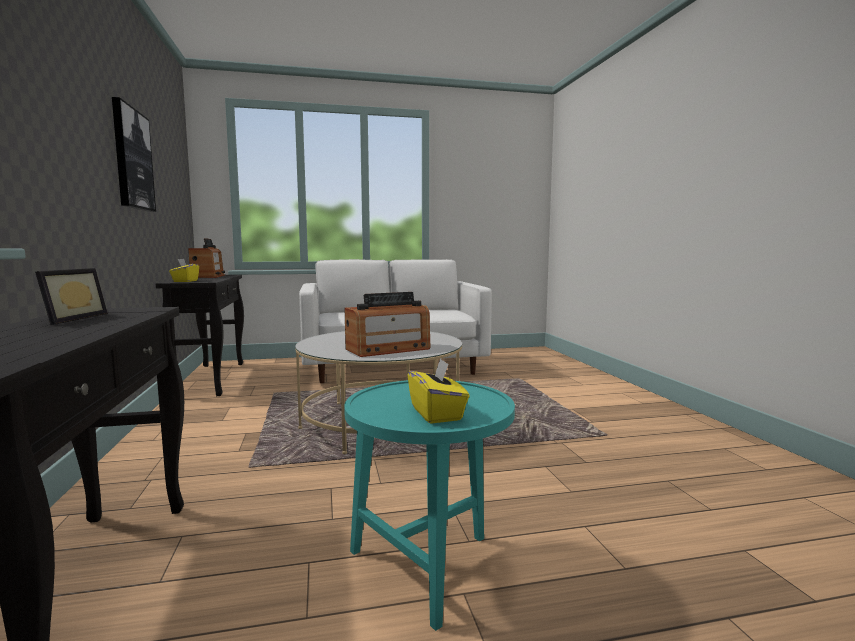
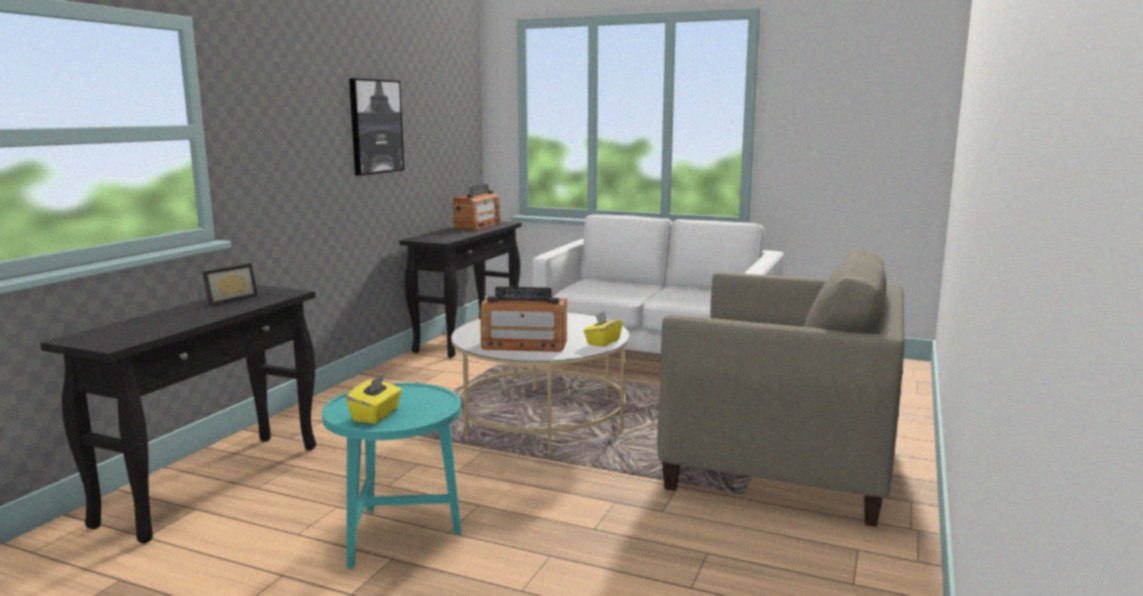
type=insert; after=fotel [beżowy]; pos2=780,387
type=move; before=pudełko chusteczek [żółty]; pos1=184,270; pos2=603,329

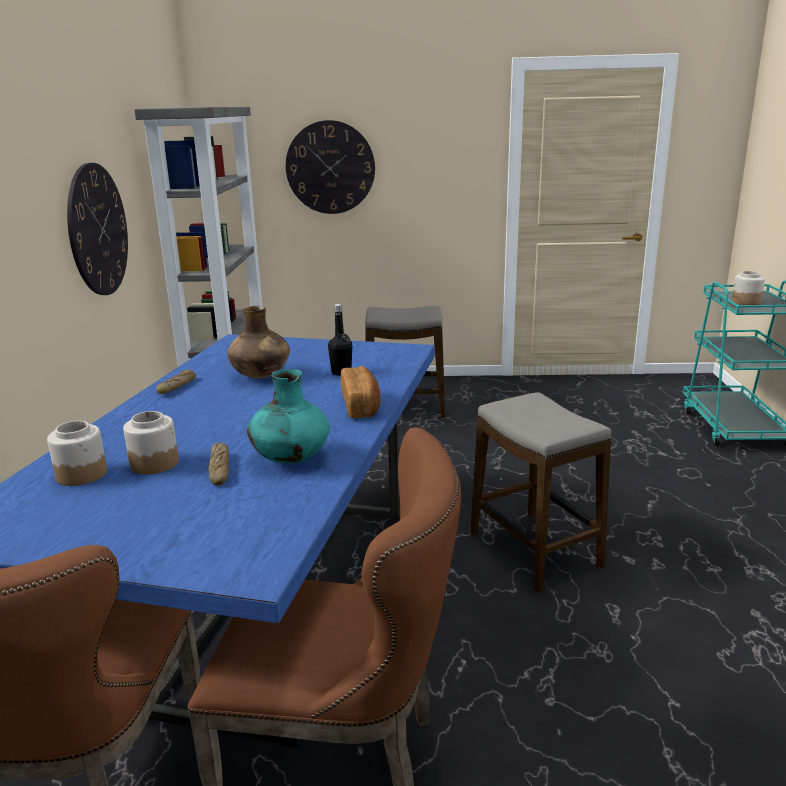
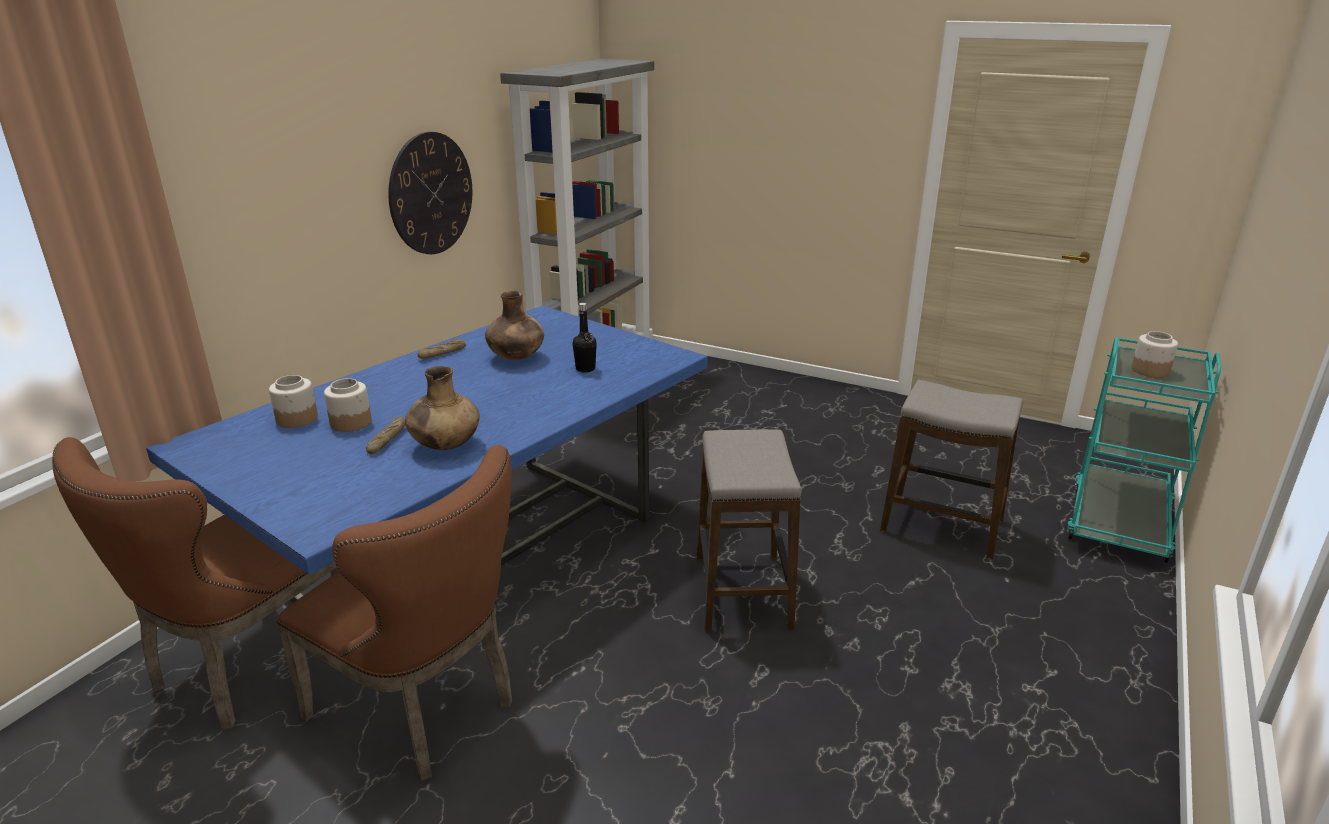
type=delete; before=zegar ścienny; pos1=330,167
type=delete; before=chleb; pos1=361,392
type=move; before=stołek; pos1=405,362; pos2=951,469
type=recolor; before=wazon [turkusowy]; after=wazon [brązowy]; pos1=288,416; pos2=442,408

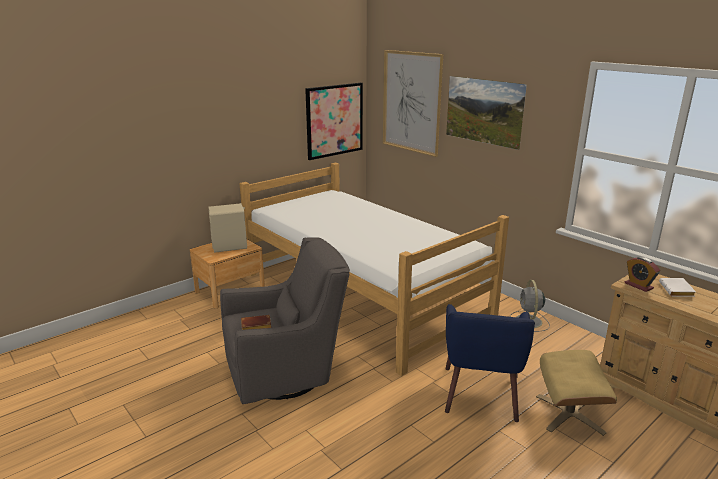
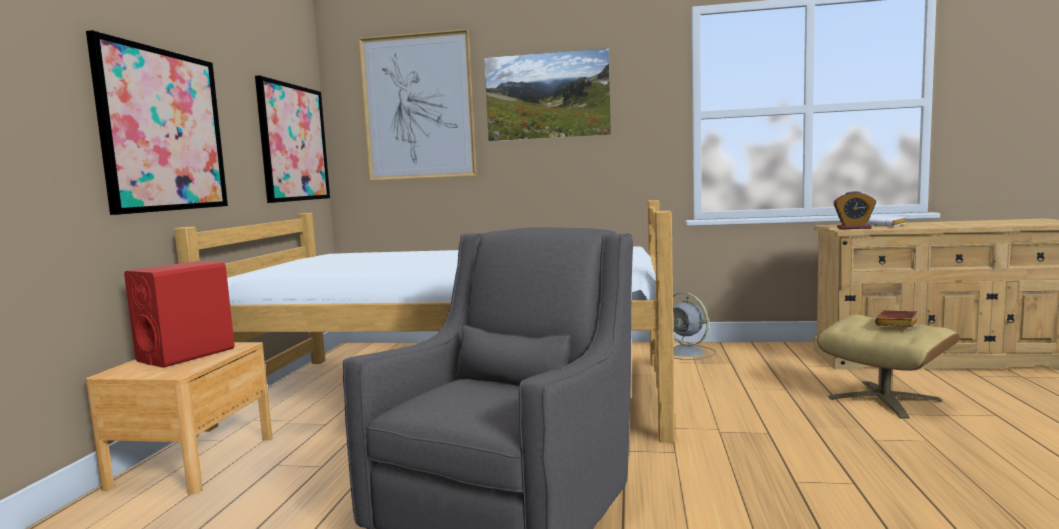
type=delete; before=fotel [niebieski]; pos1=490,363
type=insert; after=obraz; pos2=157,122
type=move; before=książka [brązowy]; pos1=256,322; pos2=896,318
type=recolor; before=głośnik [beżowy]; after=głośnik [czerwony]; pos1=228,228; pos2=179,314

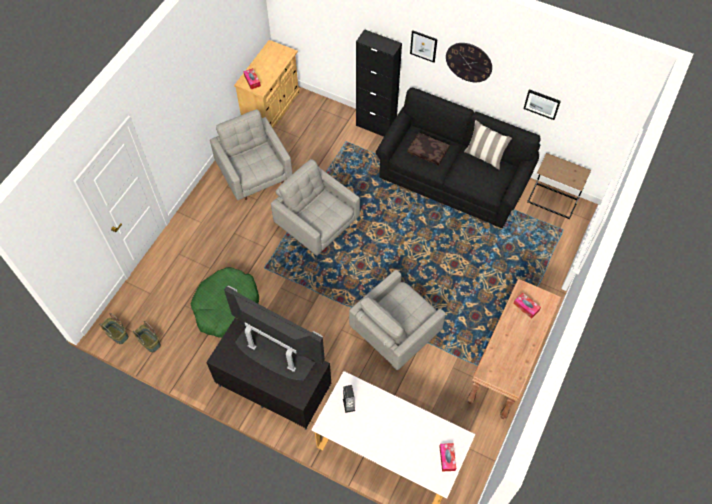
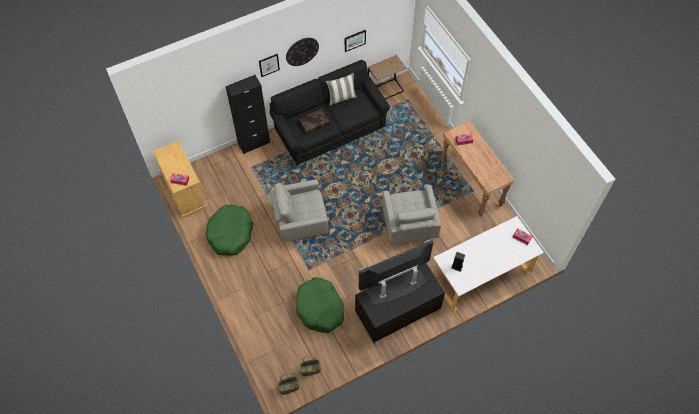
type=replace; before=fotel [szary]; after=legowisko [zielony]; pos1=251,154; pos2=229,230

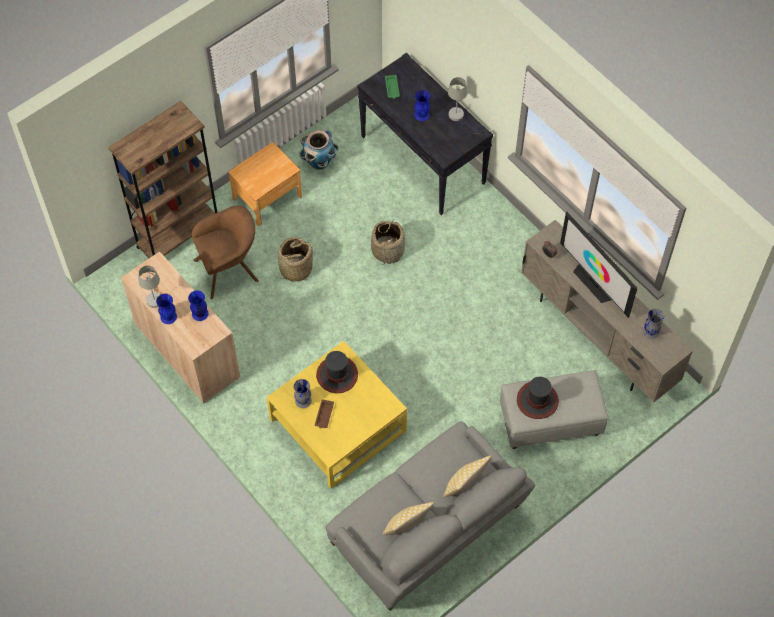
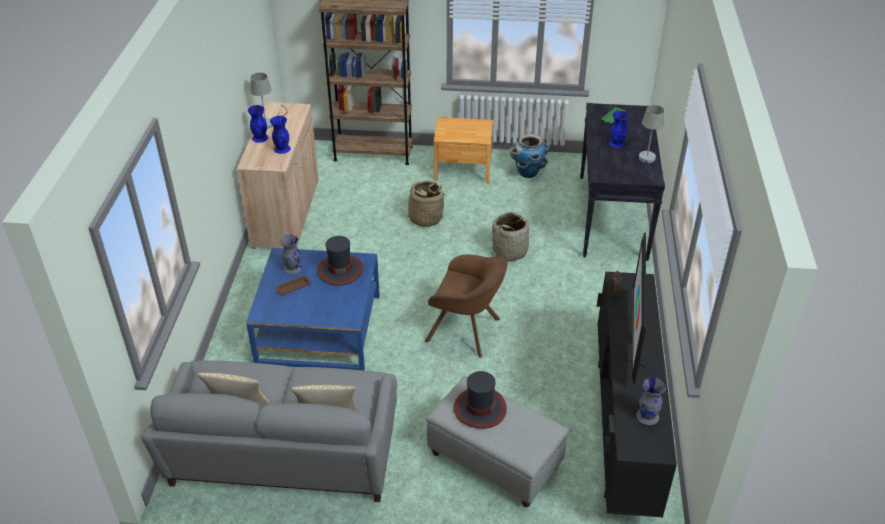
type=move; before=fotel [brązowy]; pos1=225,252; pos2=466,306
type=recolor; before=ława [żółty]; after=ława [niebieski]; pos1=337,415; pos2=313,309
type=recolor; before=szafka pod telewizor [beżowy]; after=szafka pod telewizor [czarny]; pos1=607,311; pos2=637,394

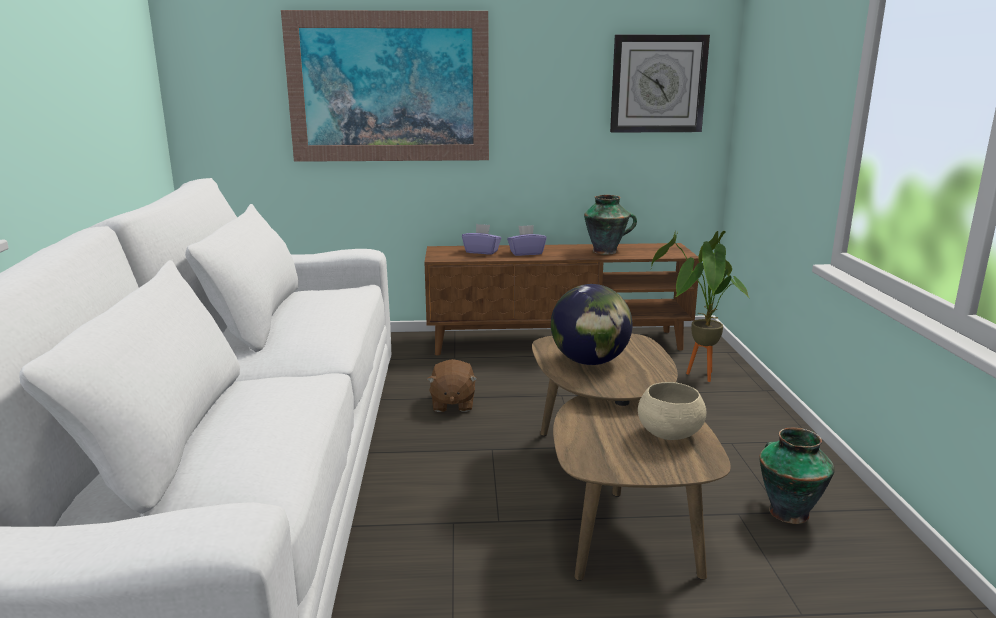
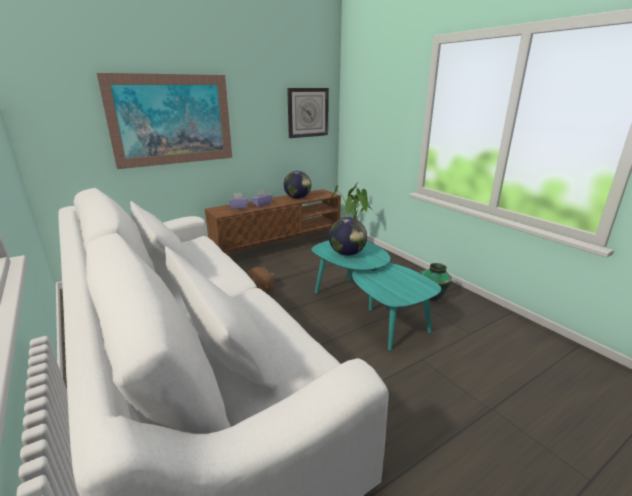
type=delete; before=miska [beżowy]; pos1=672,411
type=replace; before=wazon; after=globus; pos1=610,225; pos2=297,185
type=recolor; before=ława [brązowy]; after=ława [turkusowy]; pos1=631,457; pos2=376,295

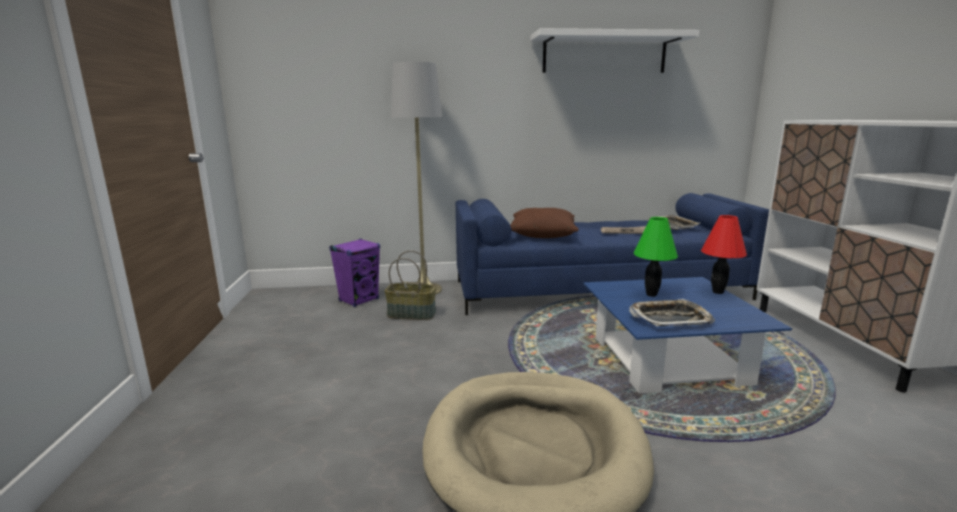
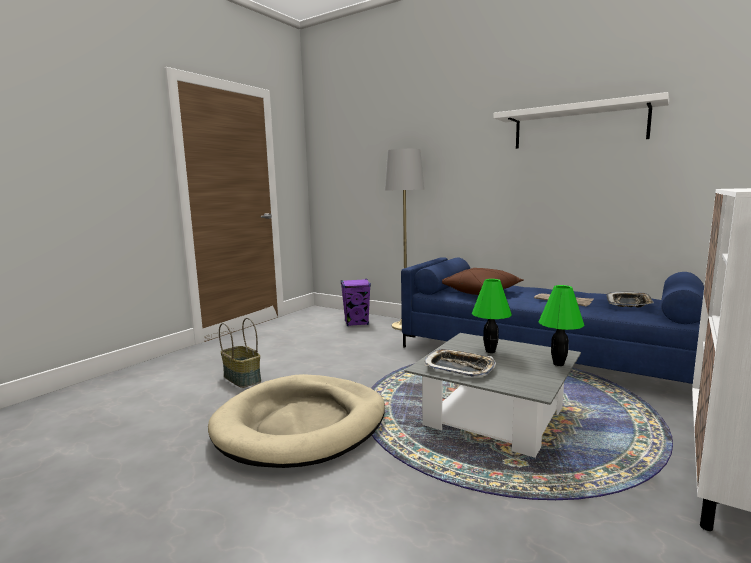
type=move; before=koszyk; pos1=410,285; pos2=240,353
type=recolor; before=ława [niebieski]; after=ława [szary]; pos1=687,335; pos2=492,395
type=recolor; before=lampa stołowa [czerwony]; after=lampa stołowa [zielony]; pos1=724,254; pos2=561,325

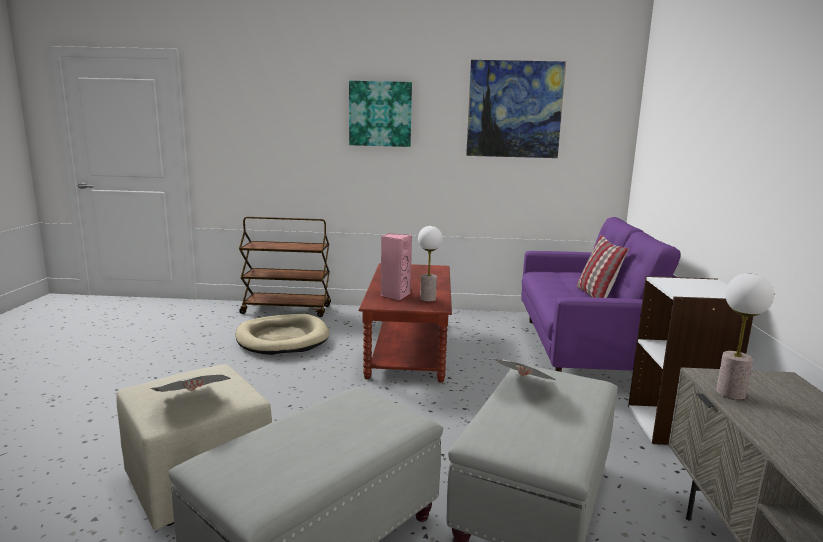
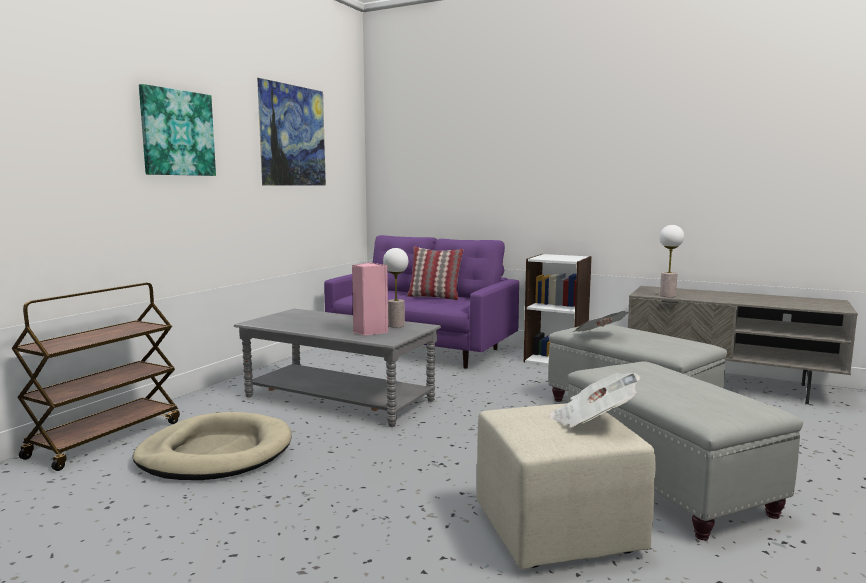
type=recolor; before=ława [brązowy]; after=ława [szary]; pos1=405,323; pos2=337,368

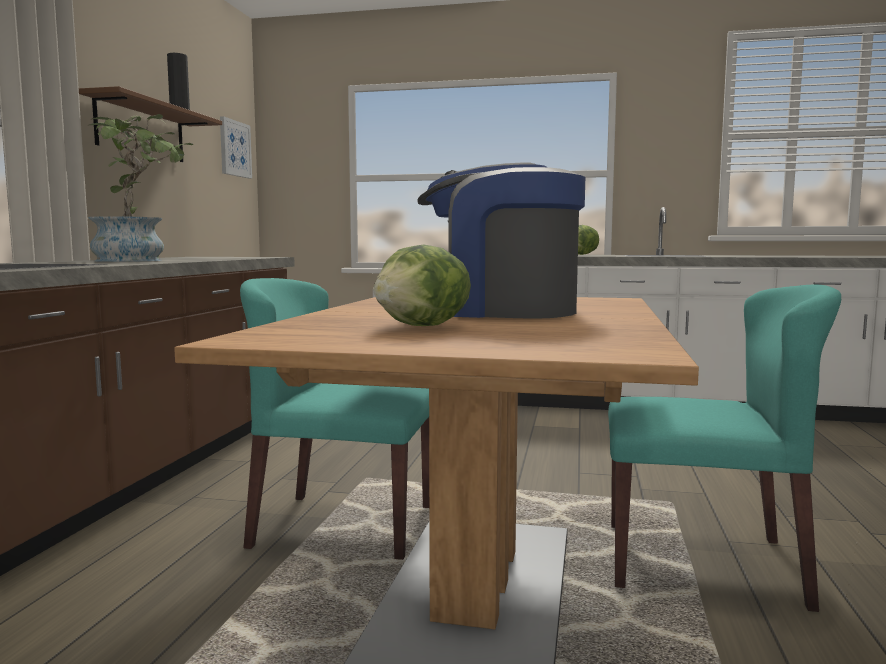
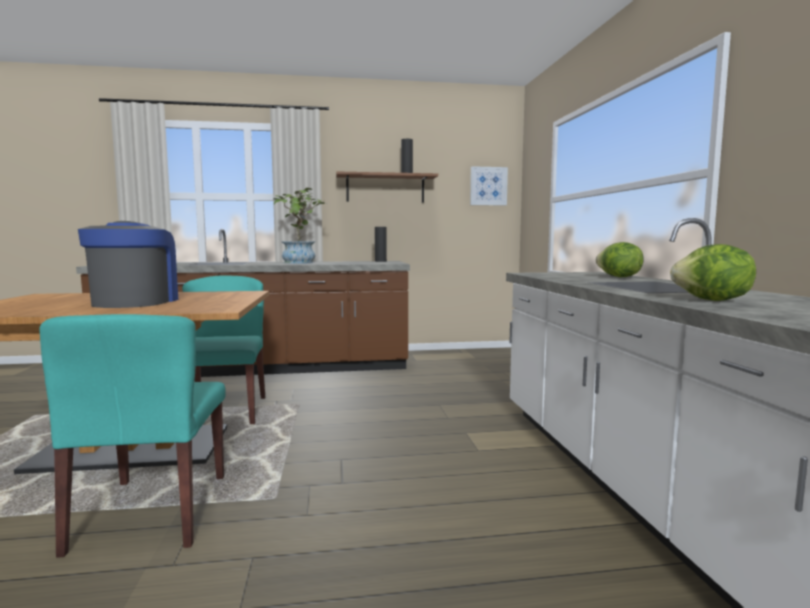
type=insert; after=wazon [czarny]; pos2=381,244
type=move; before=sałata; pos1=422,285; pos2=713,272

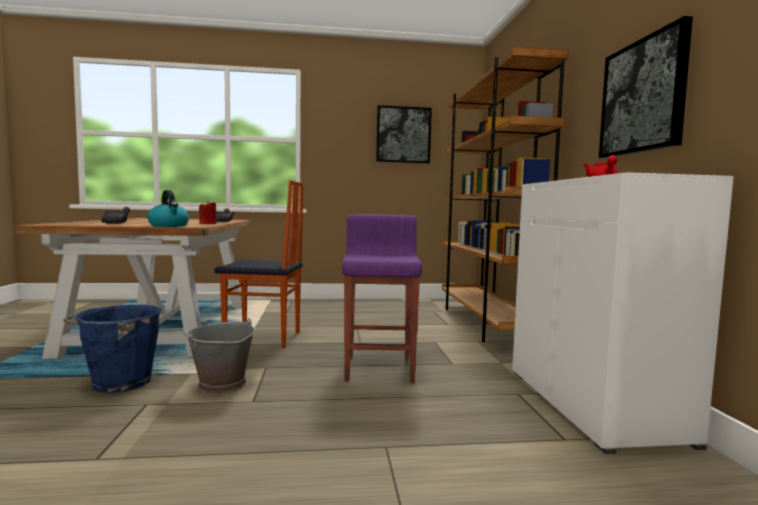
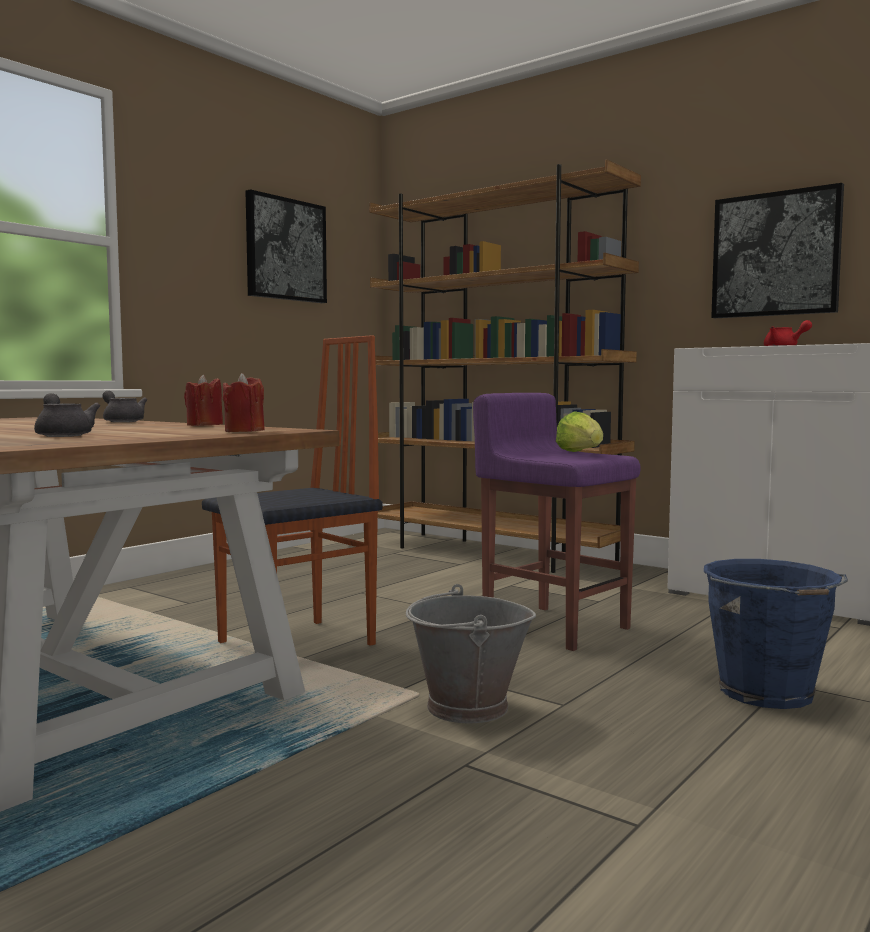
type=insert; after=sałata; pos2=579,431
type=move; before=wiadro [niebieski]; pos1=112,349; pos2=776,634
type=replace; before=czajnik; after=świeca [czerwony]; pos1=168,208; pos2=244,402

